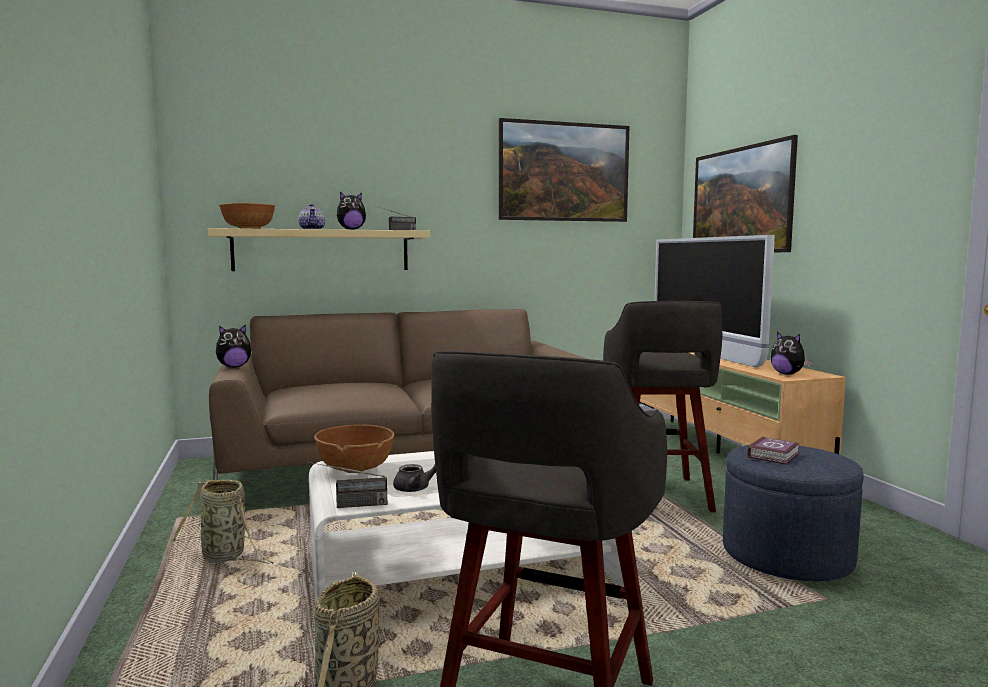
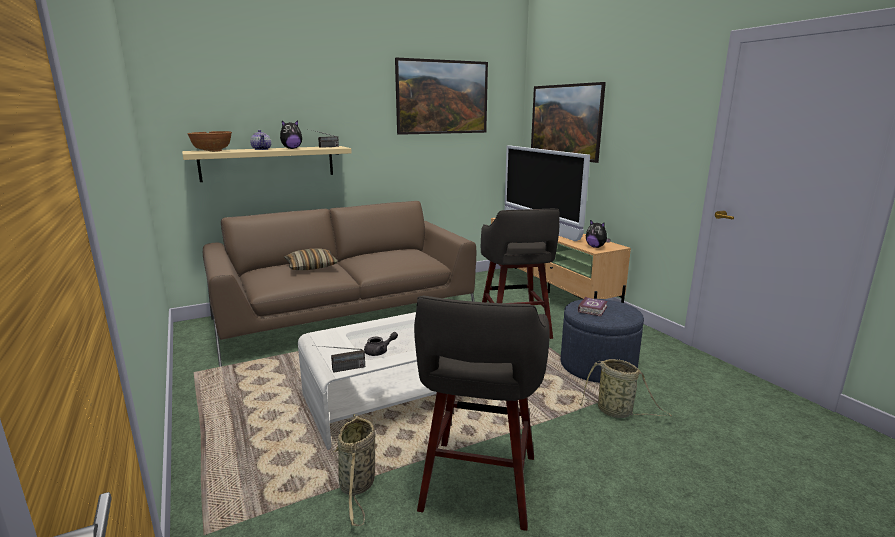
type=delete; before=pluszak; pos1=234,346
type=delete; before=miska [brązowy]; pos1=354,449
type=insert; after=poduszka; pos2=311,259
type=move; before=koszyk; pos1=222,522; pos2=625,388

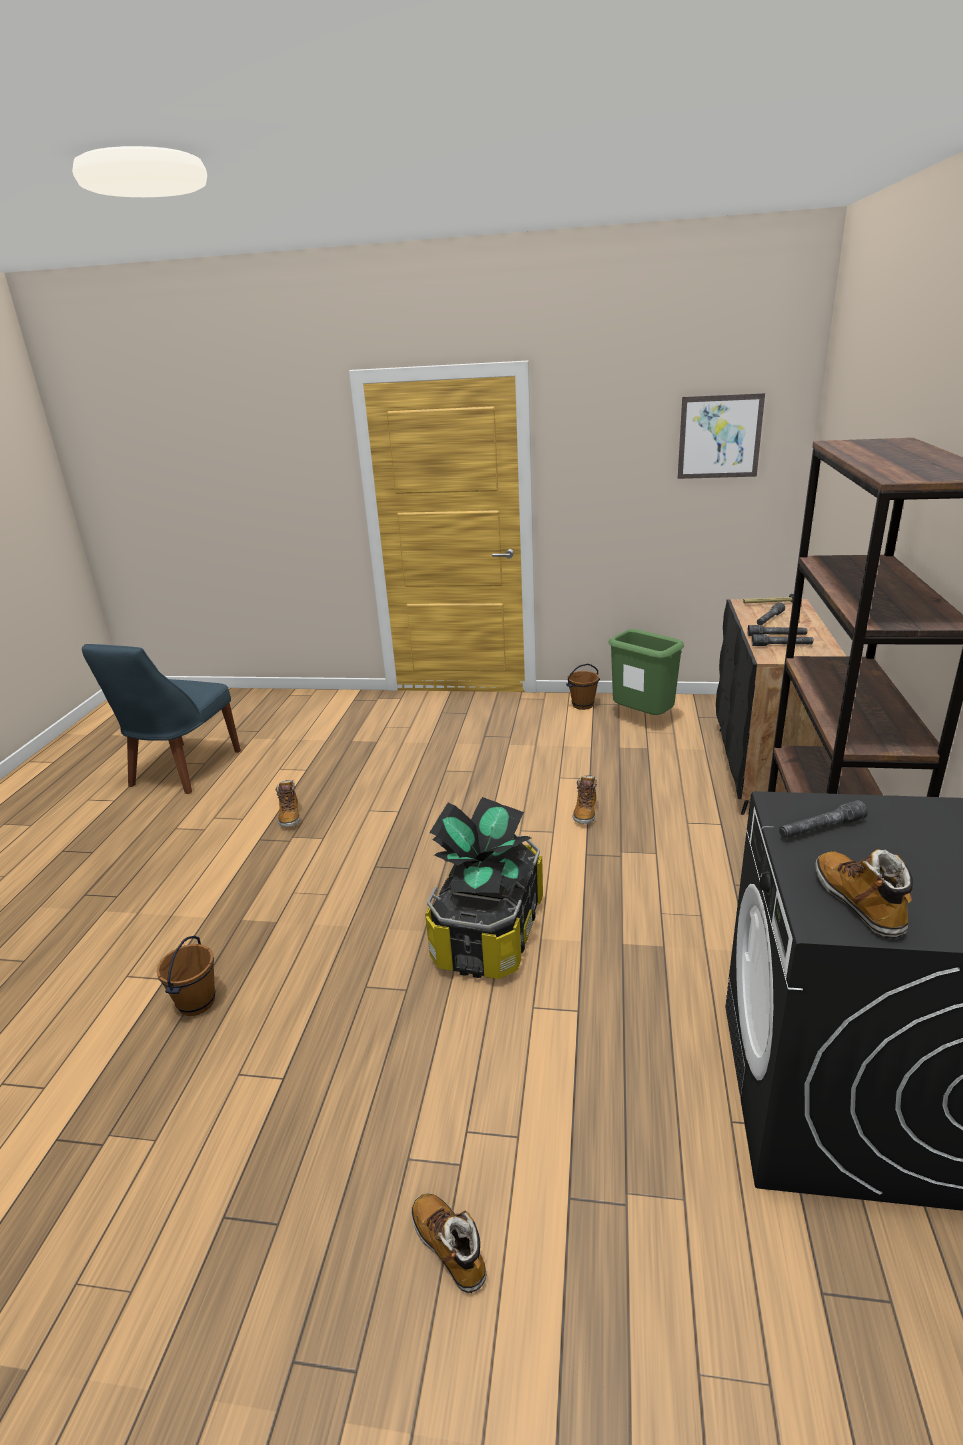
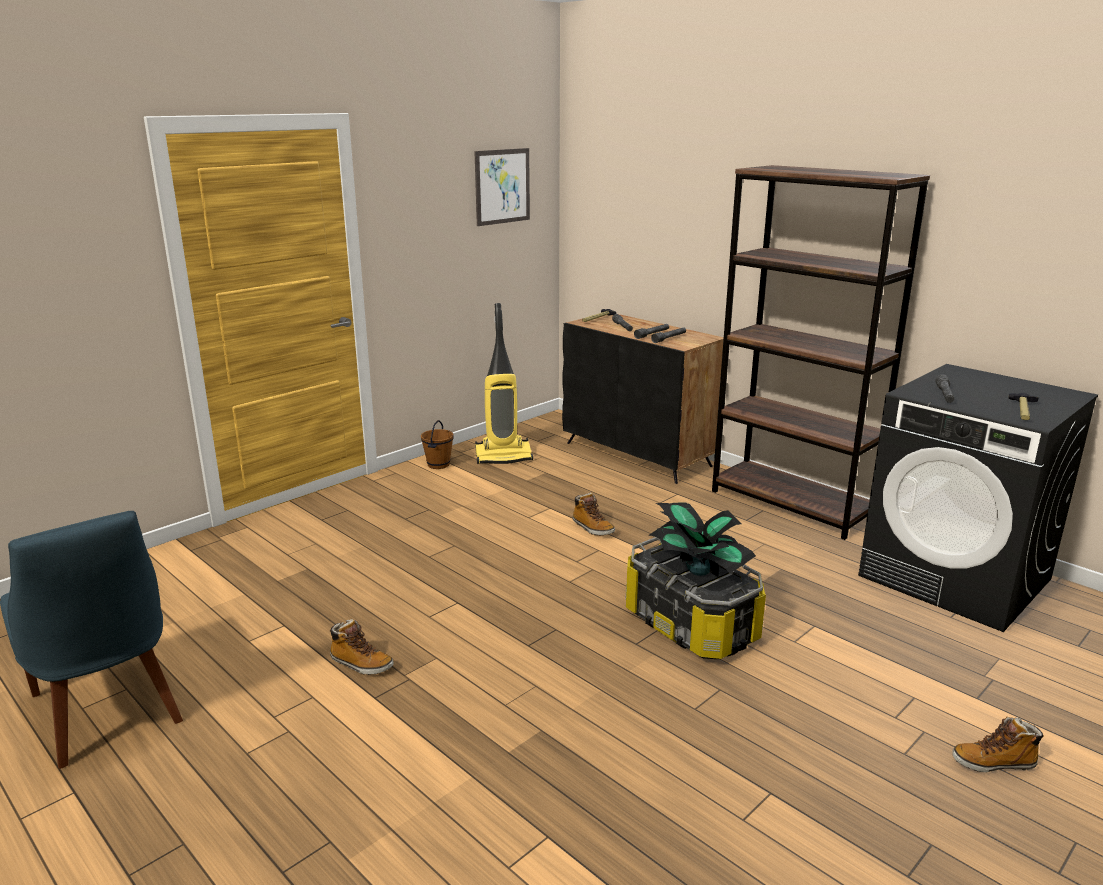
type=delete; before=wiadro [brązowy]; pos1=185,976
type=replace; before=kosz na śmieci [zielony]; after=odkurzacz; pos1=646,672; pos2=504,383
type=replace; before=but z cholewką; after=młotek; pos1=864,893; pos2=1023,406

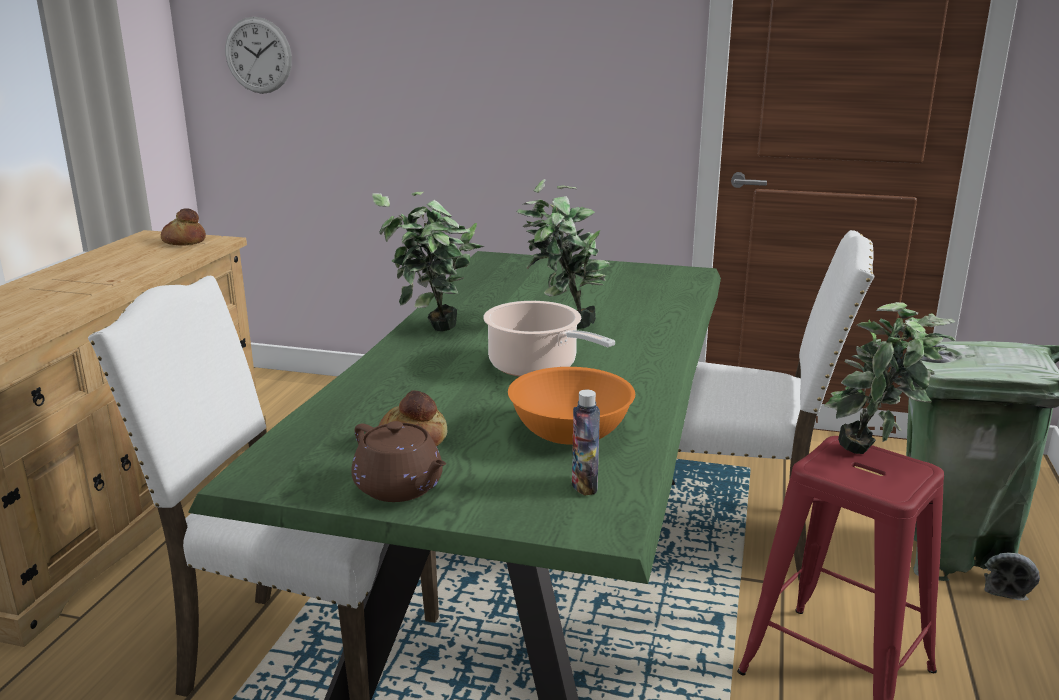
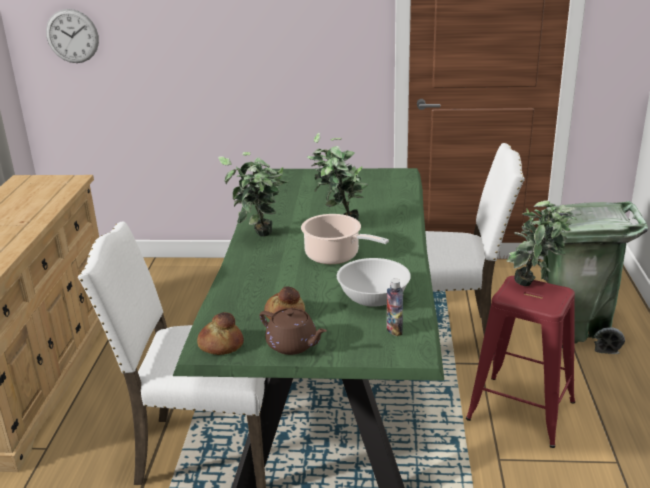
type=move; before=chleb; pos1=183,226; pos2=220,333
type=recolor; before=miska [pomarańczowy]; after=miska [biały]; pos1=571,406; pos2=374,282

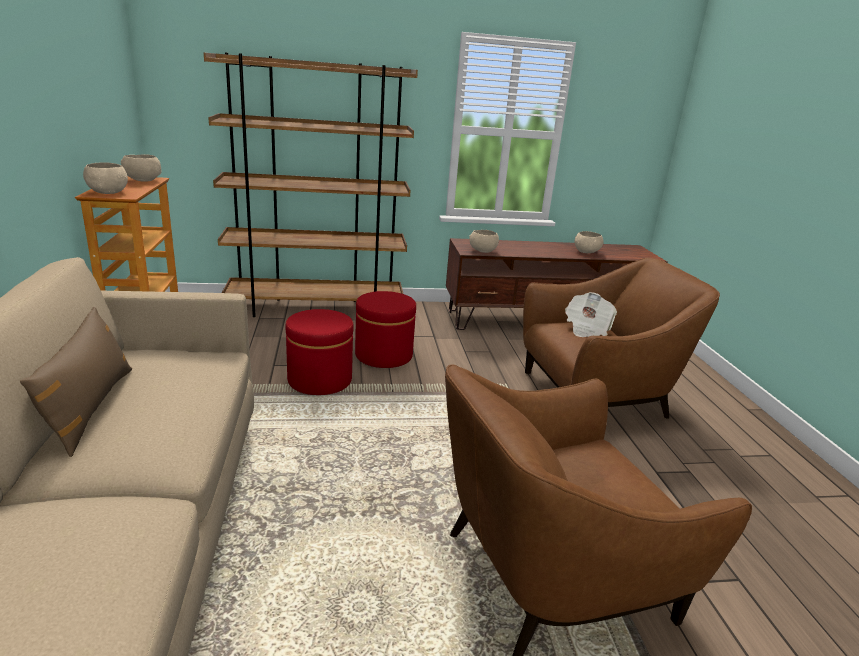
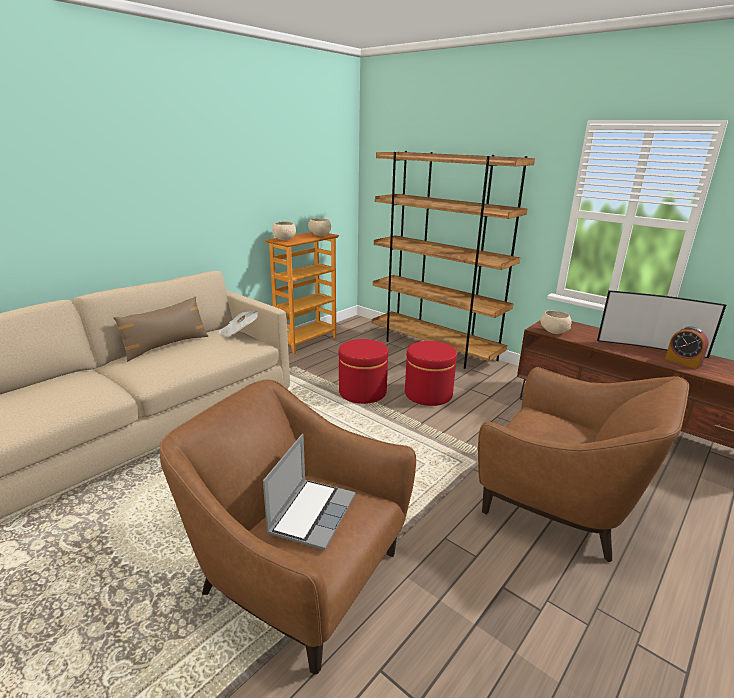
type=insert; after=laptop; pos2=309,492
type=insert; after=telewizor; pos2=661,324
type=move; before=gazeta; pos1=591,314; pos2=238,324
type=replace; before=miska [beżowy]; after=budzik; pos1=589,242; pos2=687,347

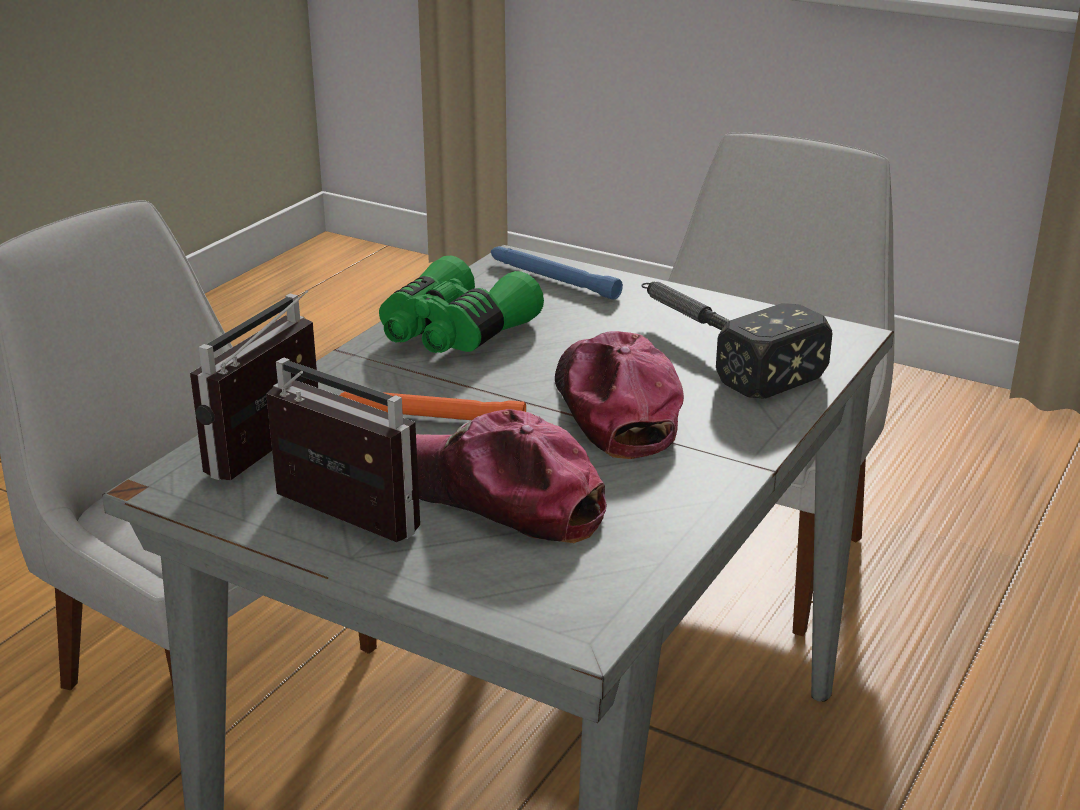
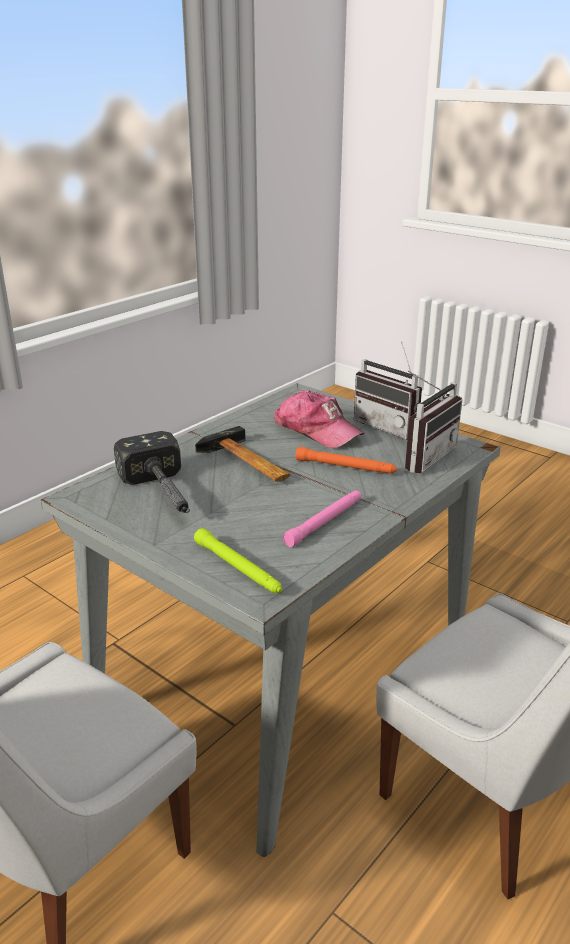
type=replace; before=lornetka [zielony]; after=latarka [różowy]; pos1=461,304; pos2=322,519
type=replace; before=czapka z daszkiem; after=młotek; pos1=619,395; pos2=243,454
type=recolor; before=latarka [niebieski]; after=latarka [zielony]; pos1=557,273; pos2=238,560

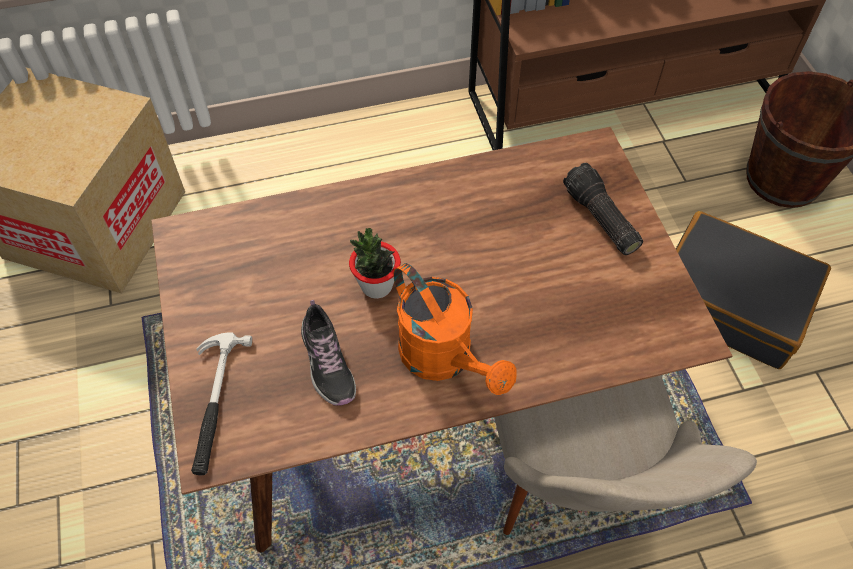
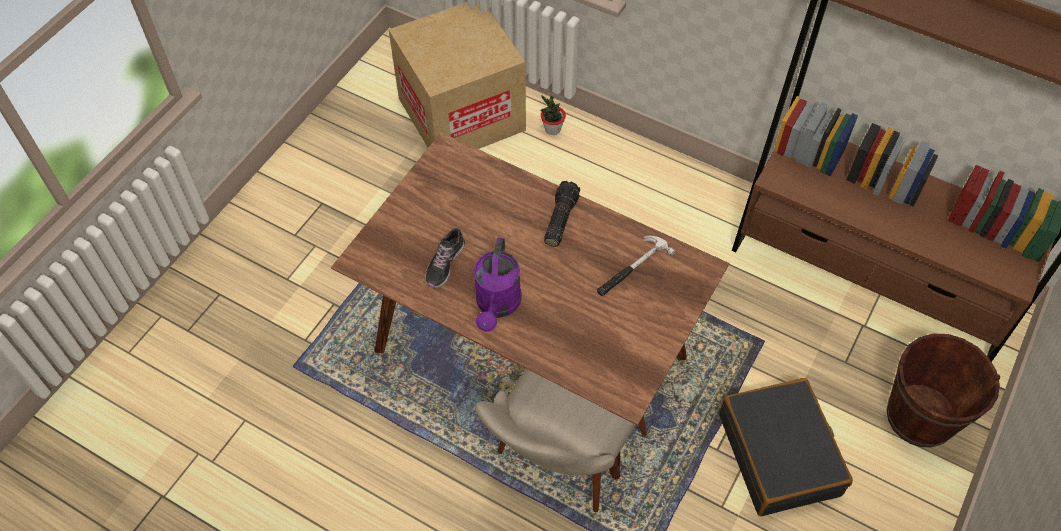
type=move; before=młotek; pos1=221,403; pos2=636,266
type=move; before=roślina doniczkowa; pos1=375,263; pos2=553,115
type=move; before=latarka; pos1=603,209; pos2=562,214
type=recolor; before=konewka [pomarańczowy]; after=konewka [fioletowy]; pos1=455,329; pos2=498,285

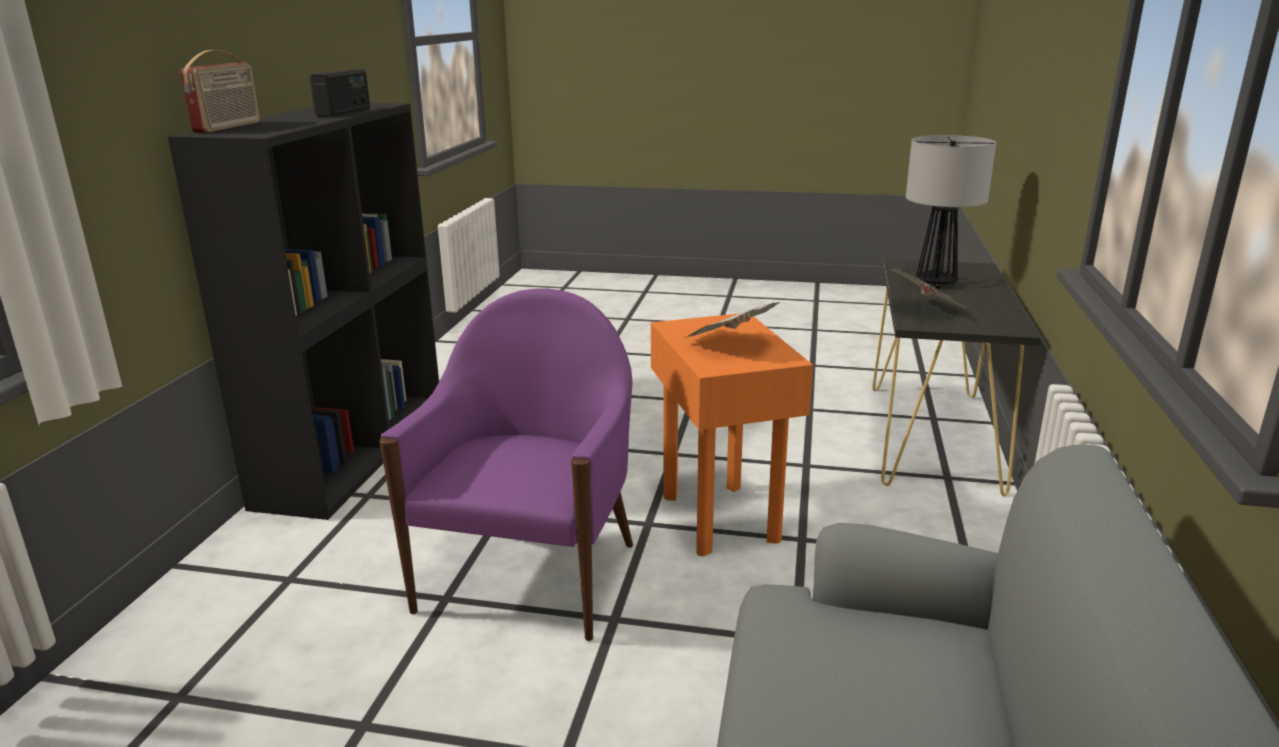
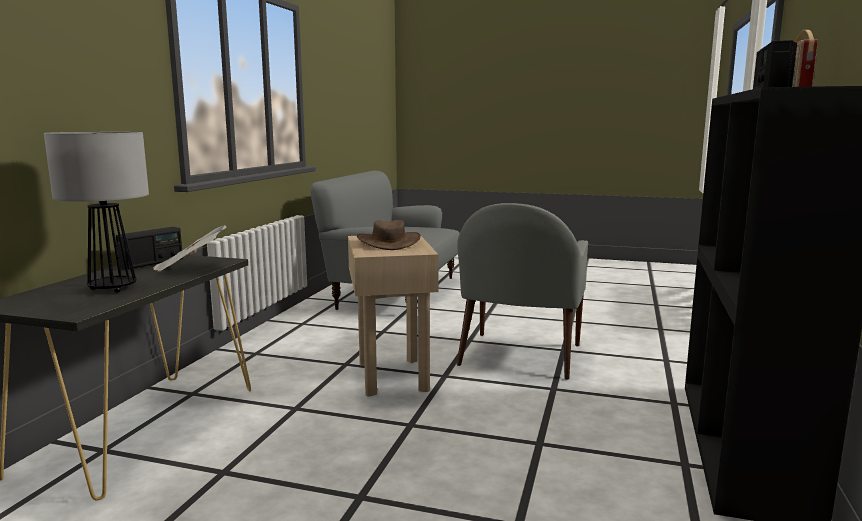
type=insert; after=radio; pos2=149,248
type=replace; before=gazeta; after=kapelusz [brązowy]; pos1=732,320; pos2=389,235
type=recolor; before=fotel [fioletowy]; after=fotel [szary]; pos1=506,465; pos2=522,291
type=recolor; before=stolik [pomarańczowy]; after=stolik [beżowy]; pos1=732,434; pos2=393,316

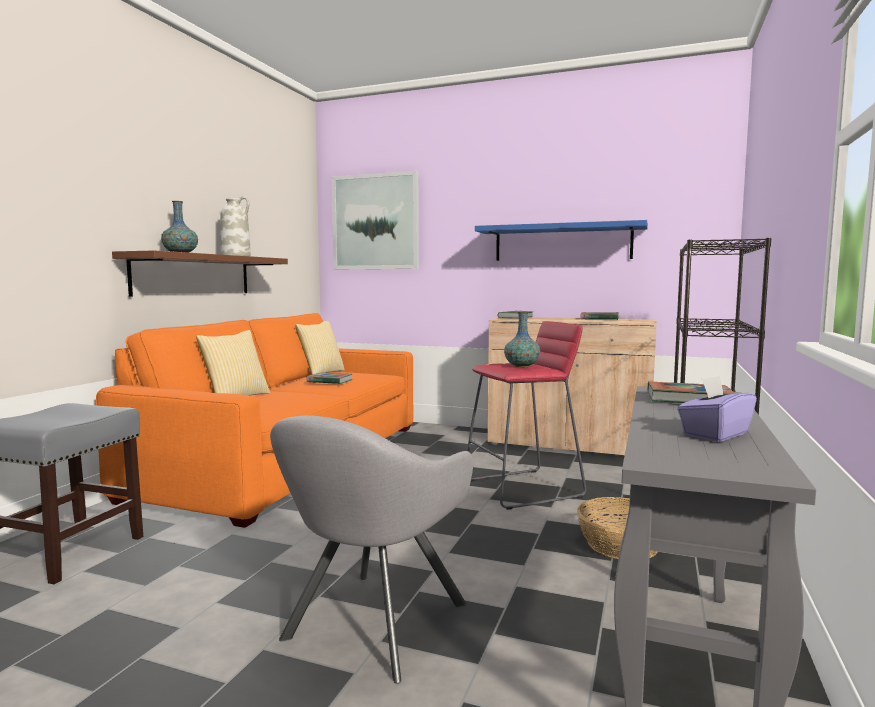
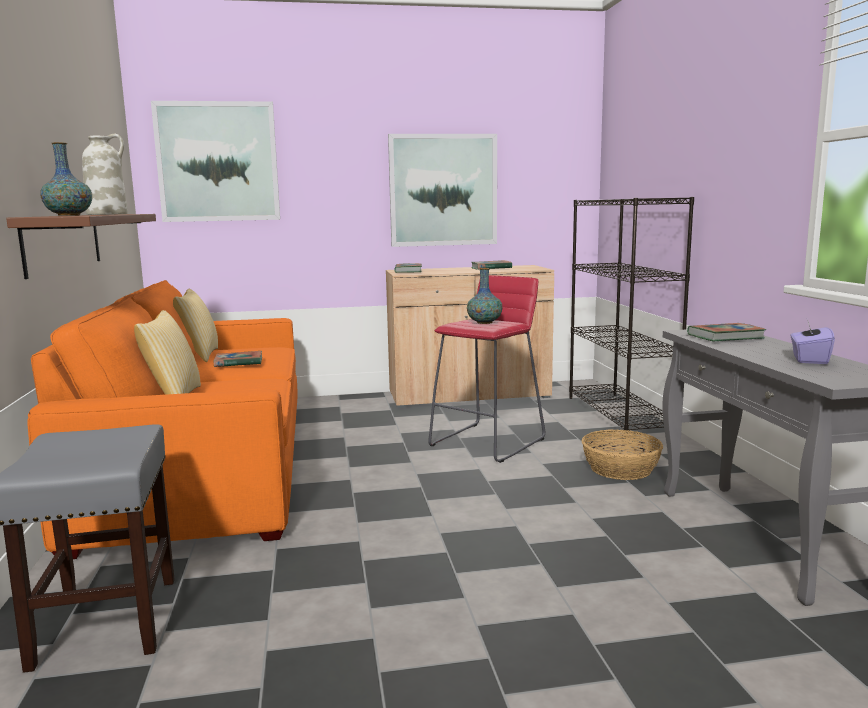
type=delete; before=fotel [szary]; pos1=371,550
type=replace; before=półka [niebieski]; after=obraz; pos1=561,240; pos2=442,190

